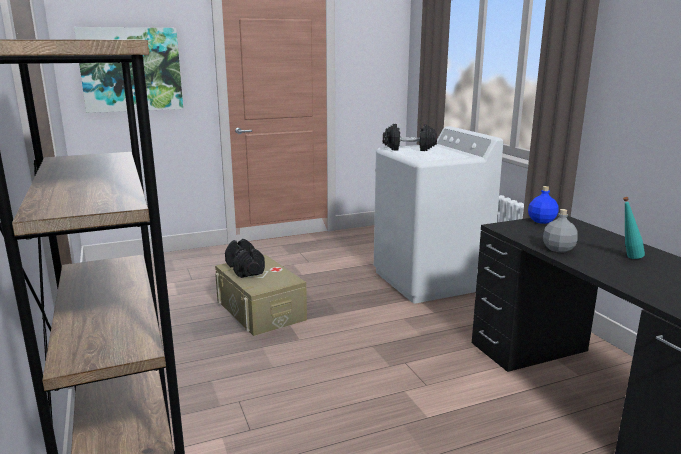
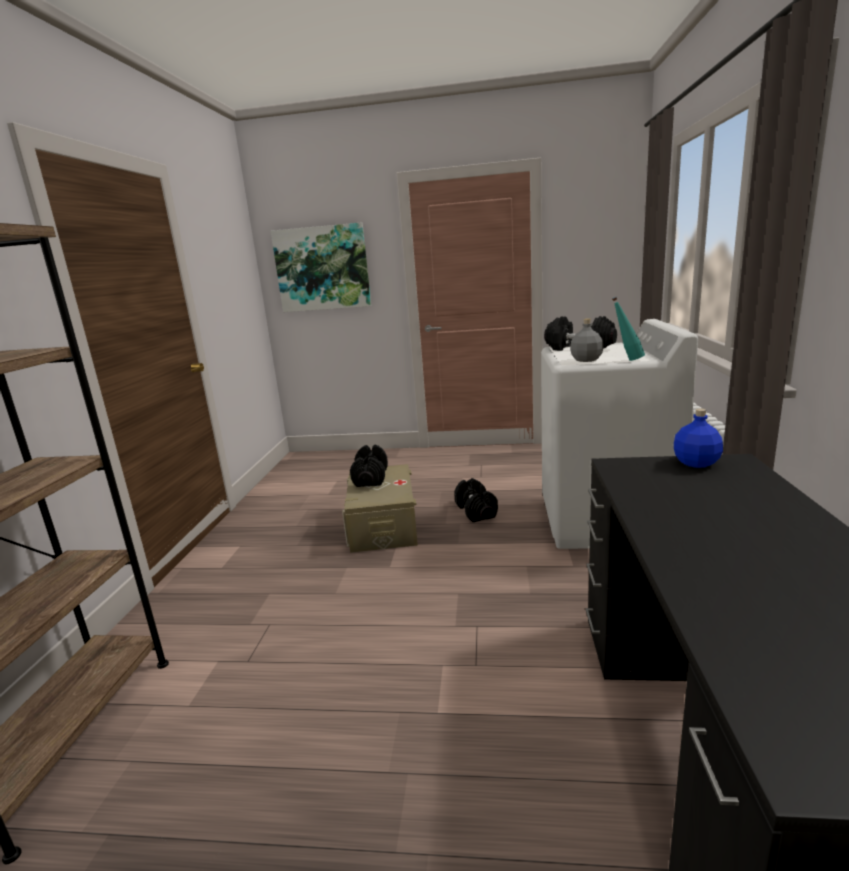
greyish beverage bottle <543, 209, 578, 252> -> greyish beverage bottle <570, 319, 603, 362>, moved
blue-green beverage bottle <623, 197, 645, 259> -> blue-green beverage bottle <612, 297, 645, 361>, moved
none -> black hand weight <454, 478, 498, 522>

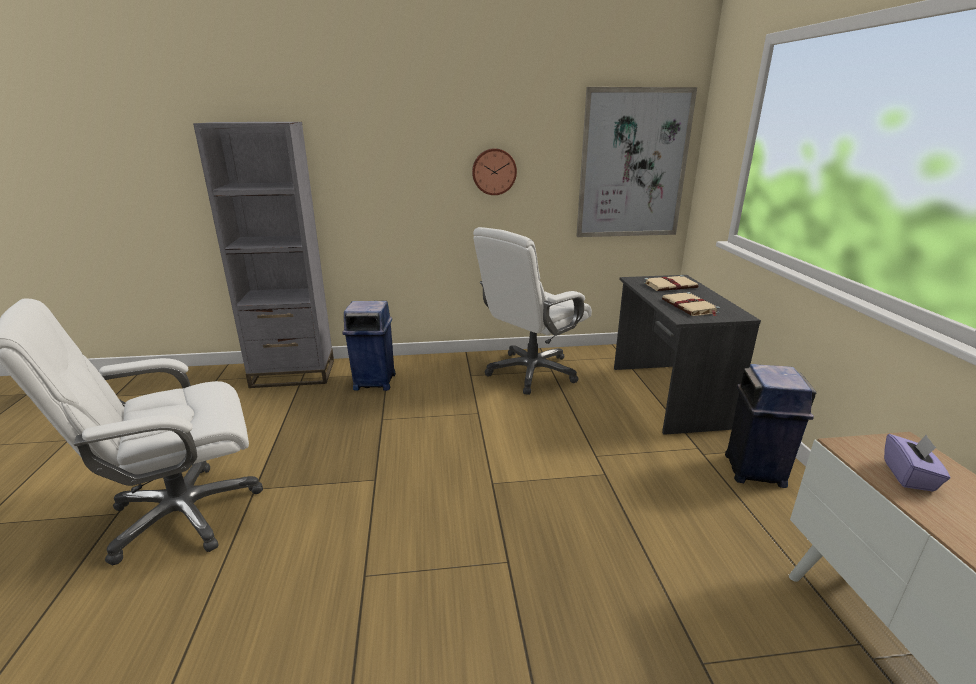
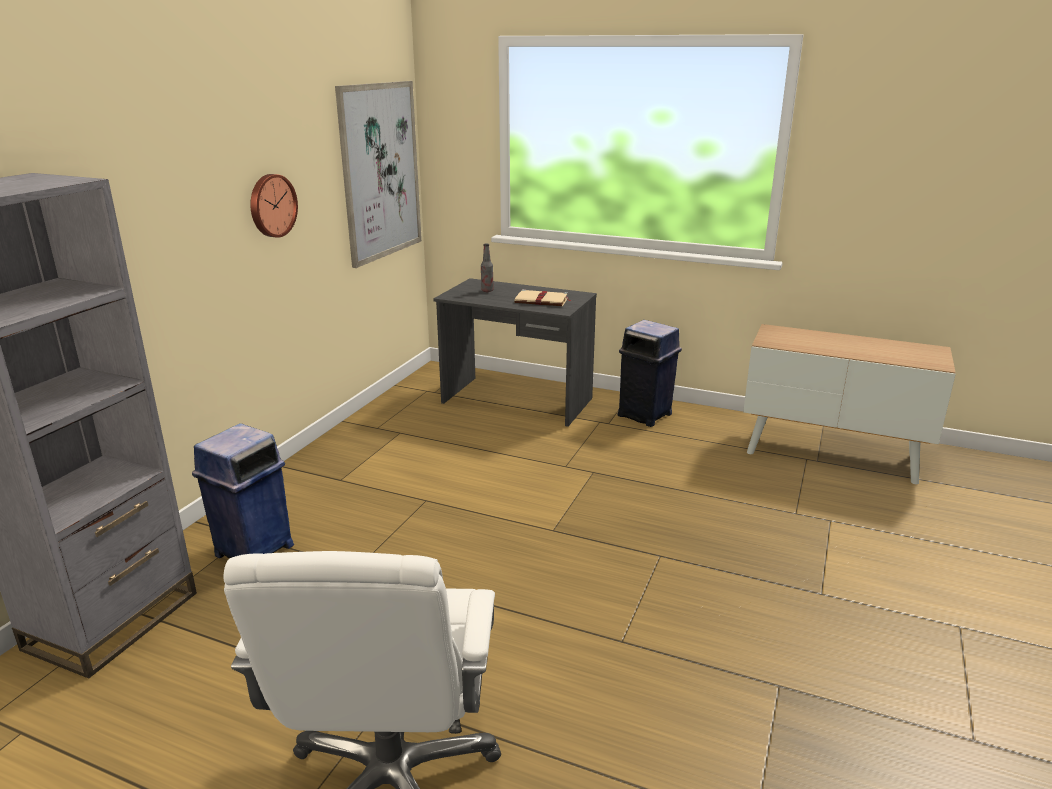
whitish office chair <473, 227, 592, 395> -> none
beige-coloured bound book <643, 275, 698, 291> -> beverage bottle <481, 244, 494, 292>
purple box of tissues <884, 434, 950, 492> -> none

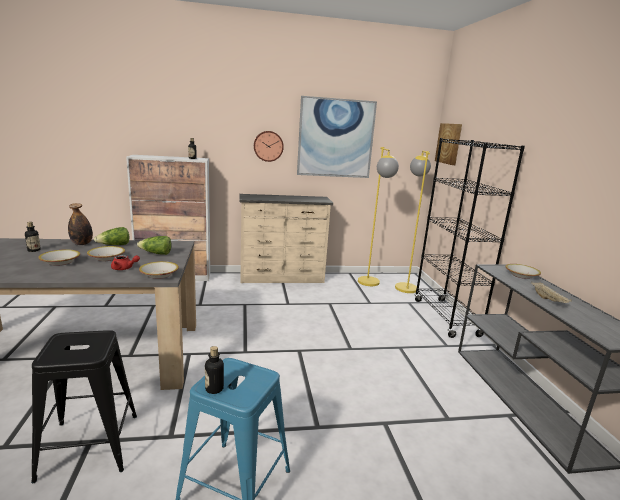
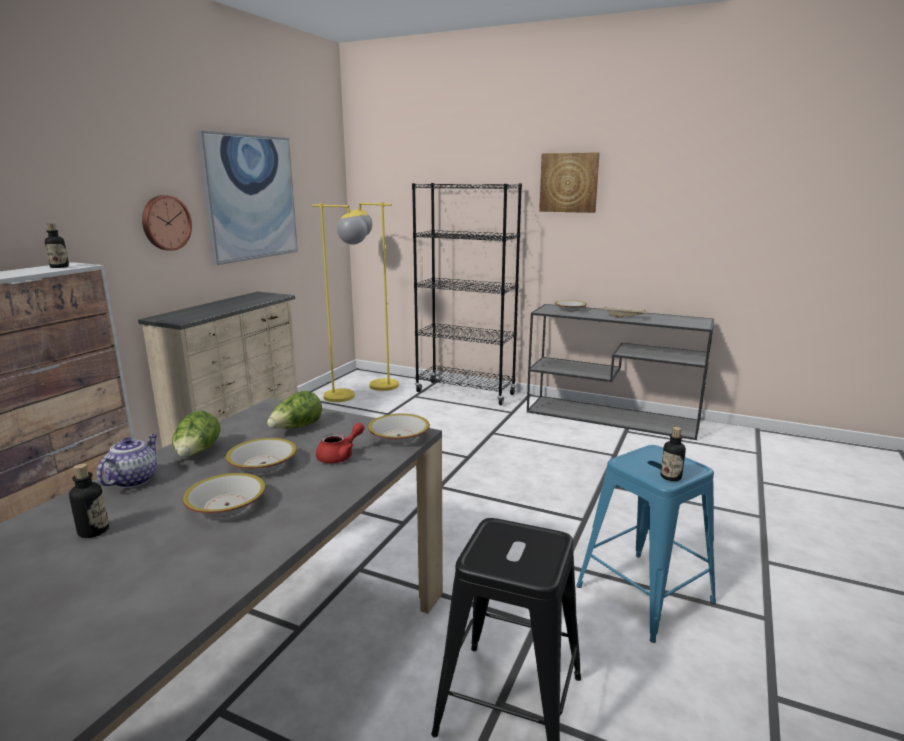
beverage bottle <68, 203, 93, 245> -> tea pot <97, 434, 157, 488>
wall picture <435, 123, 462, 165> -> wall picture <539, 152, 600, 213>, moved

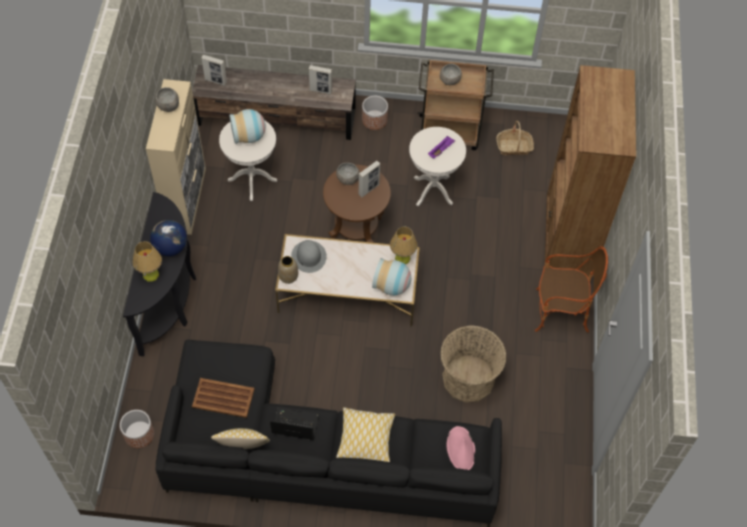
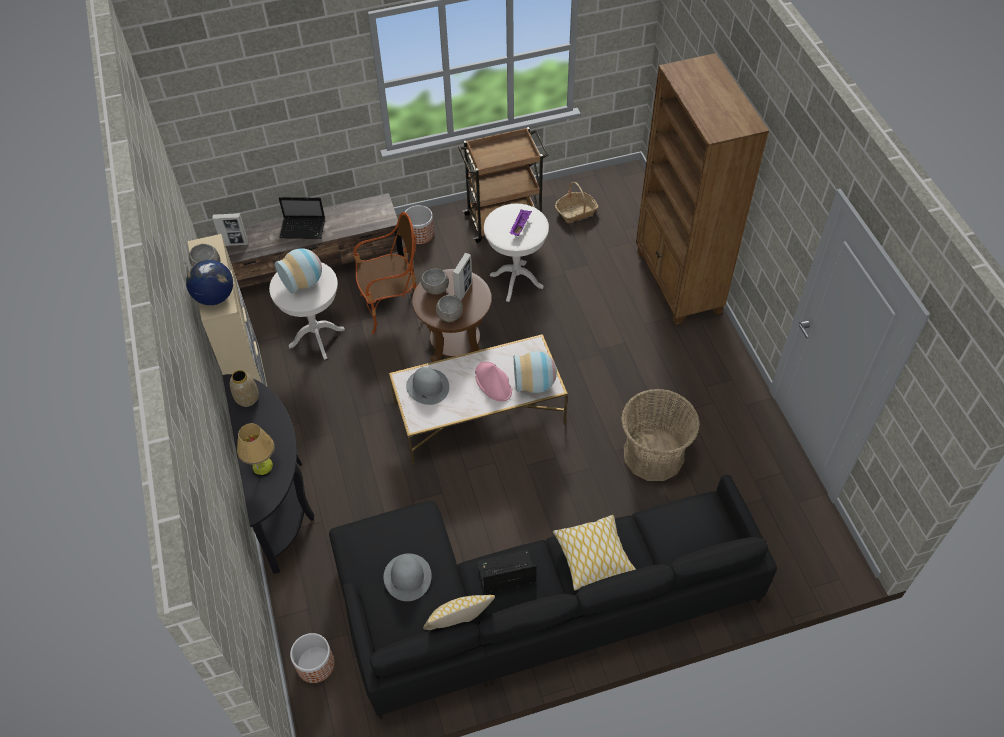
globe <150, 220, 187, 256> -> globe <186, 260, 233, 305>, moved
brown tray <192, 378, 254, 418> -> greyish wearable hat <384, 553, 432, 601>
decorative vase <278, 256, 298, 284> -> decorative vase <230, 370, 259, 407>, moved
picture frame <309, 65, 332, 95> -> none
lamp for a table <390, 227, 417, 264> -> none
greyish bowl <440, 64, 462, 85> -> greyish bowl <436, 295, 463, 322>, moved
pink-coloured wearable hat <447, 426, 475, 470> -> pink-coloured wearable hat <475, 362, 512, 402>, moved
armchair <535, 246, 608, 332> -> armchair <354, 212, 417, 334>, moved
none -> notebook computer <279, 197, 325, 239>

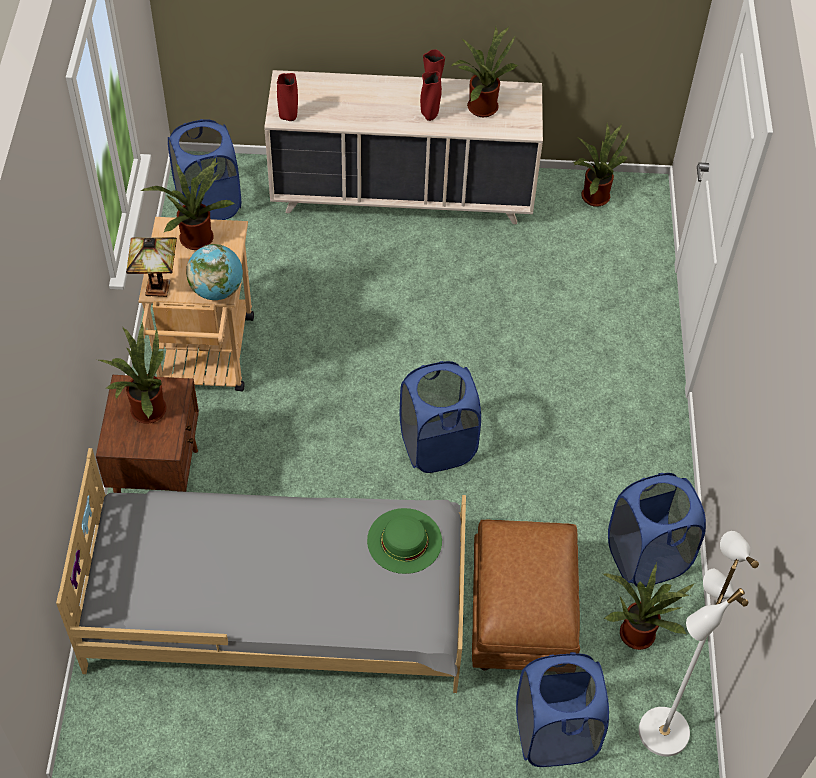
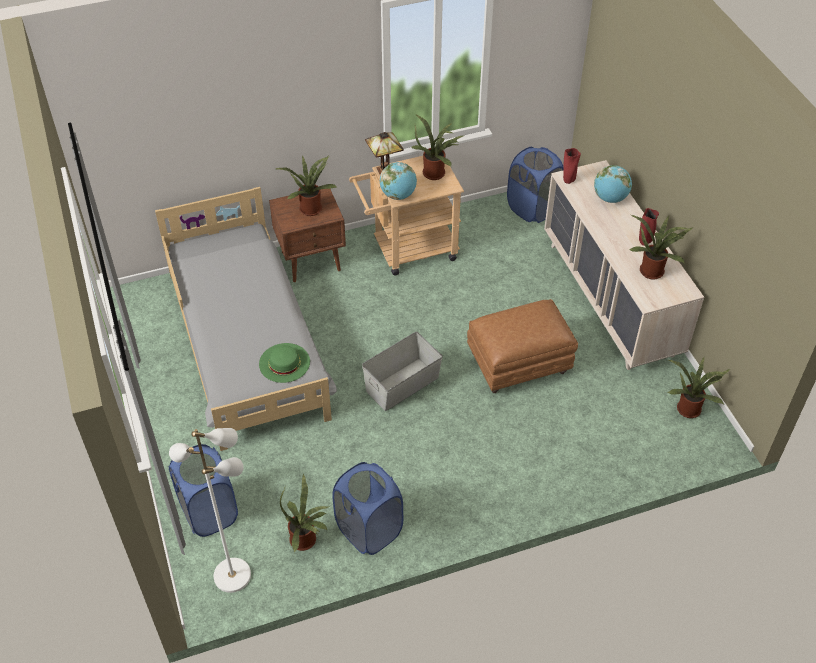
blue-coloured laundry basket <400, 361, 481, 473> -> greyish storage bin <362, 332, 443, 411>
reddish decorative vase <420, 71, 442, 121> -> none
brown footrest <472, 520, 580, 671> -> brown footrest <467, 299, 578, 393>, moved
none -> globe <594, 165, 632, 203>

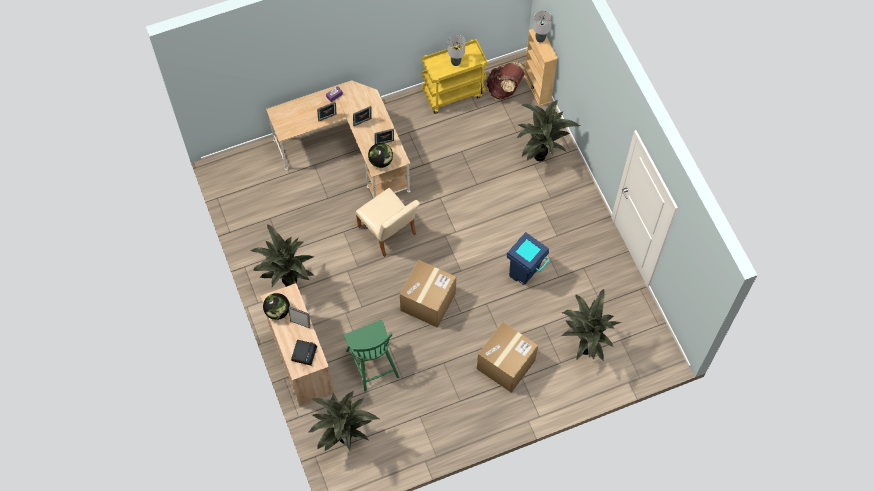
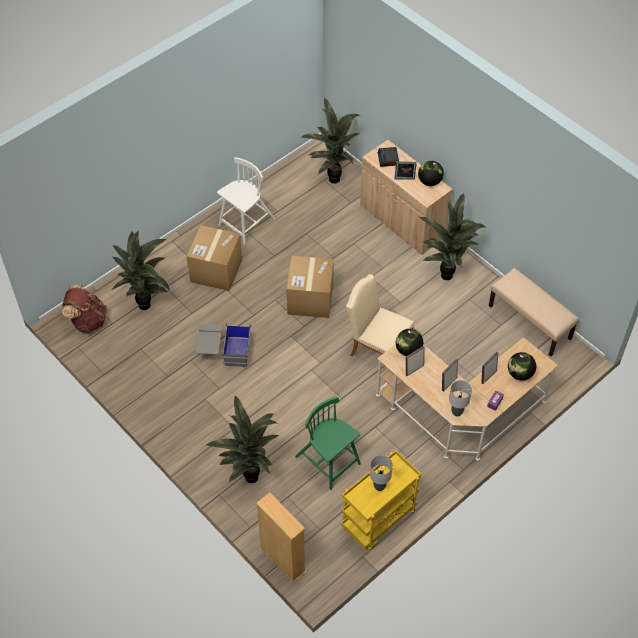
greenish plain chair <344, 320, 399, 392> -> greenish plain chair <295, 397, 361, 490>, moved
brown rucksack <486, 62, 526, 100> -> brown rucksack <62, 285, 107, 333>, moved
blue-coloured trash can <507, 232, 550, 285> -> greyish storage bin <195, 323, 251, 367>
greyish lamp for a table <533, 10, 552, 43> -> greyish lamp for a table <449, 380, 472, 416>, moved
none -> whitish plain chair <217, 157, 275, 245>
none -> beige-coloured long seat <489, 268, 579, 356>
none -> globe <508, 352, 536, 381>

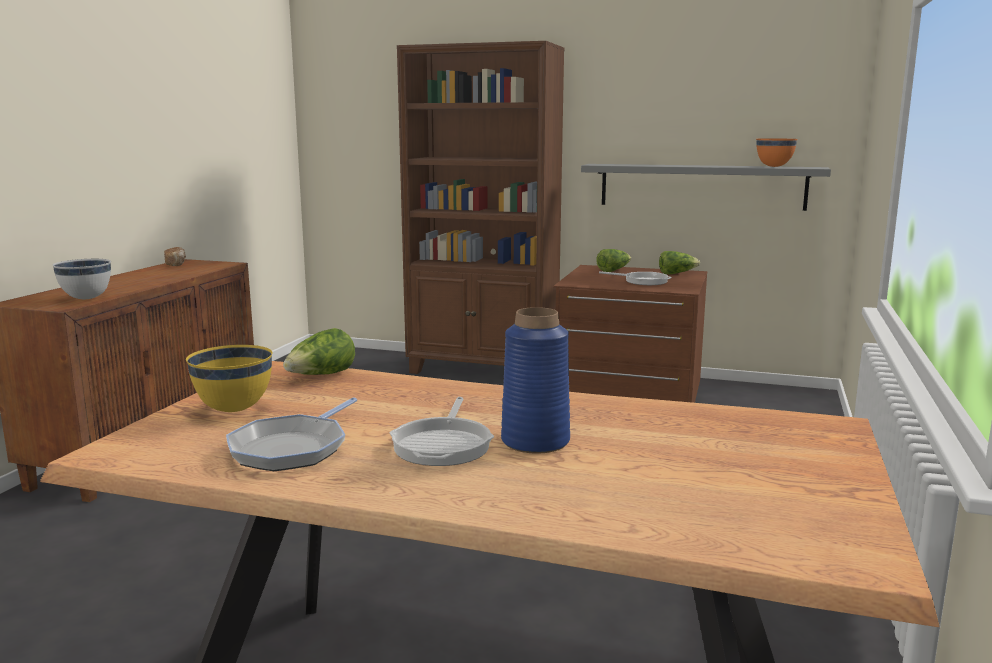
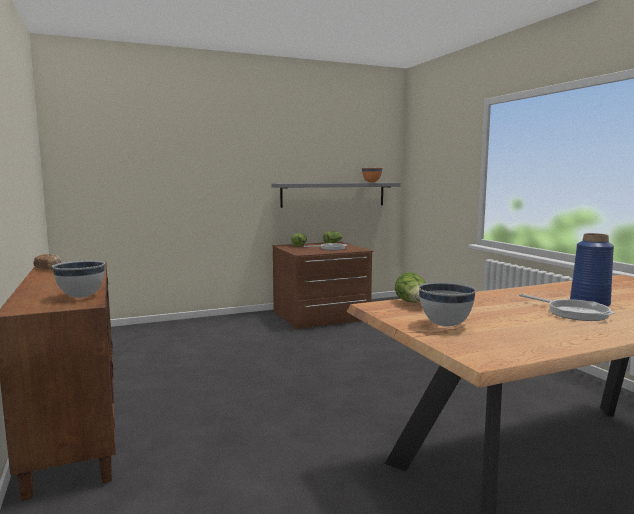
yellowish bowl <186, 345, 273, 412> -> whitish bowl <419, 282, 476, 327>
frying pan <226, 397, 357, 471> -> none
brown bookshelf <397, 41, 564, 374> -> none

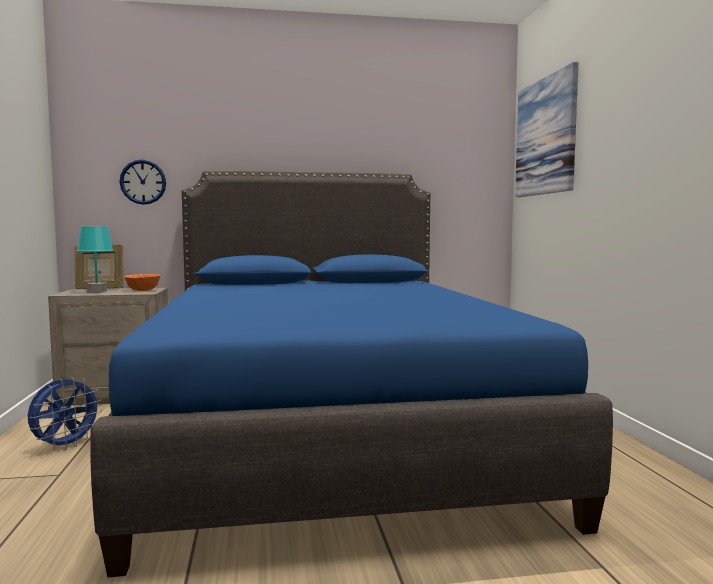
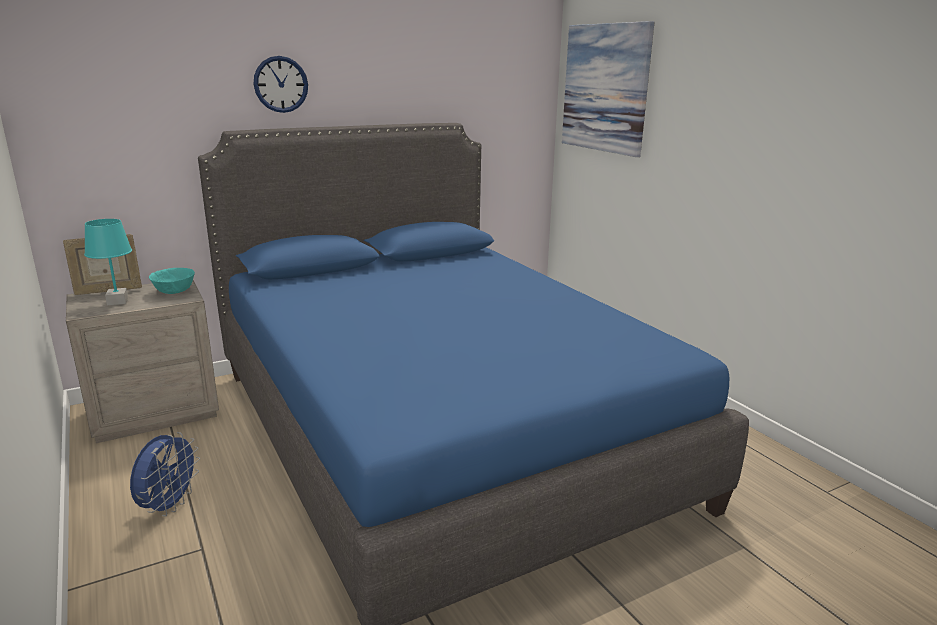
hanging clock <120, 160, 166, 205> -> hanging clock <254, 56, 308, 113>, moved
orangey bowl <124, 274, 161, 291> -> blue-green bowl <149, 268, 195, 294>

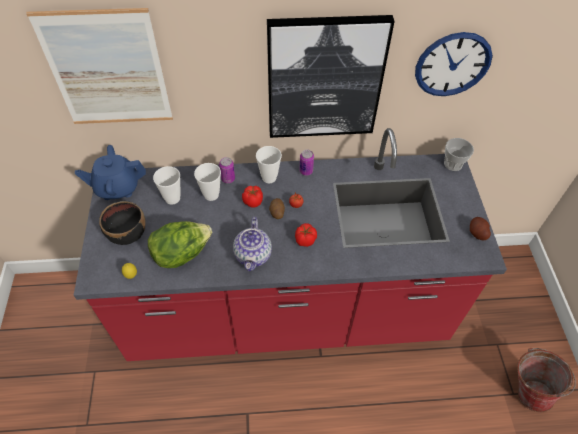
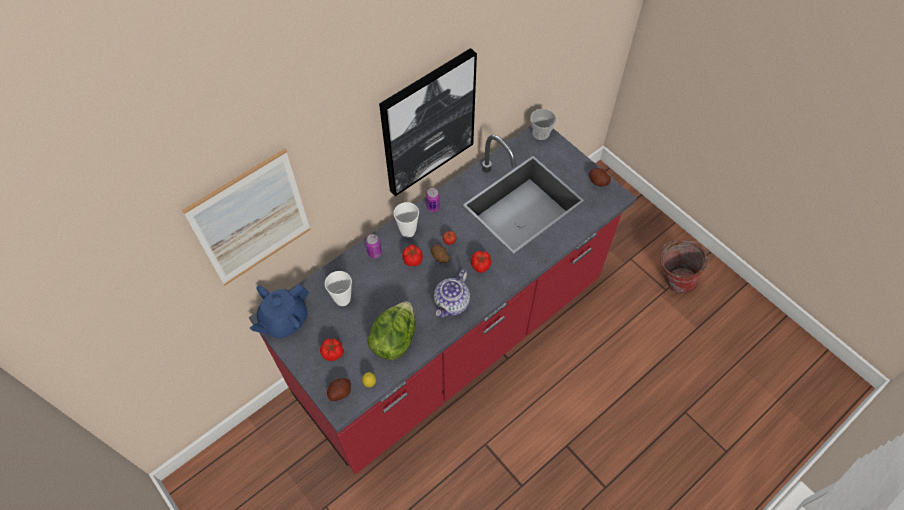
black bowl <99, 201, 145, 245> -> whole tomato <320, 338, 344, 361>
small cup <194, 163, 221, 201> -> none
tea pot <233, 217, 272, 271> -> tea pot <434, 269, 470, 318>, 60 degrees clockwise
hanging clock <415, 32, 493, 96> -> none
none -> whole potato <327, 378, 351, 401>

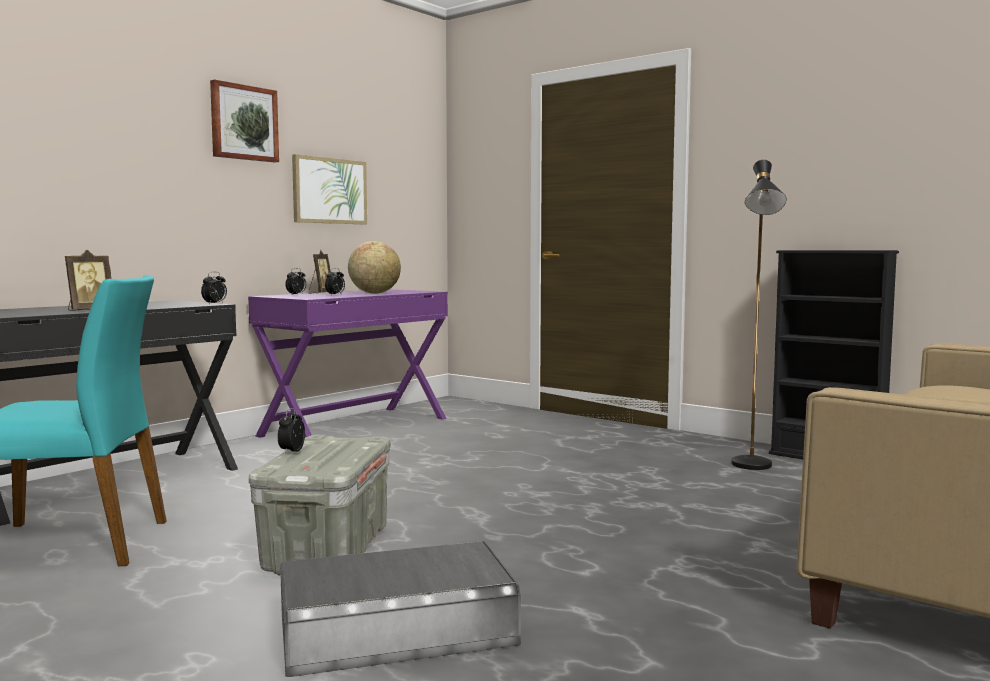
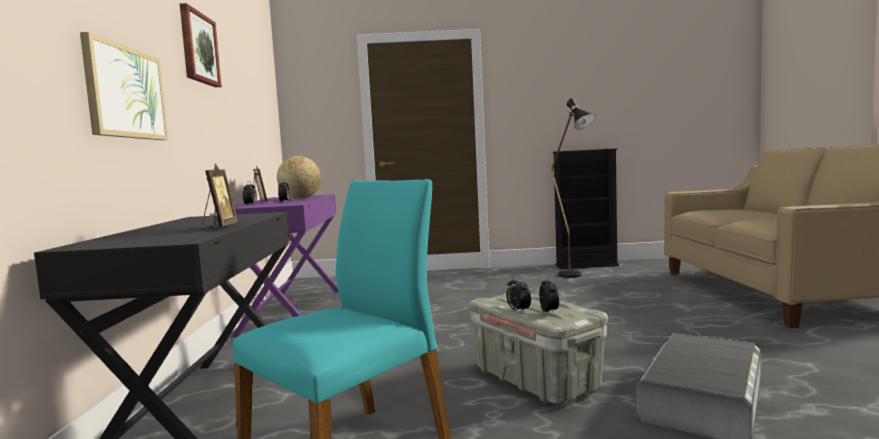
bedside clock <201, 272, 227, 304> -> bedside clock <539, 276, 559, 314>, moved
wall picture <292, 154, 367, 224> -> wall picture <80, 32, 168, 140>, moved

